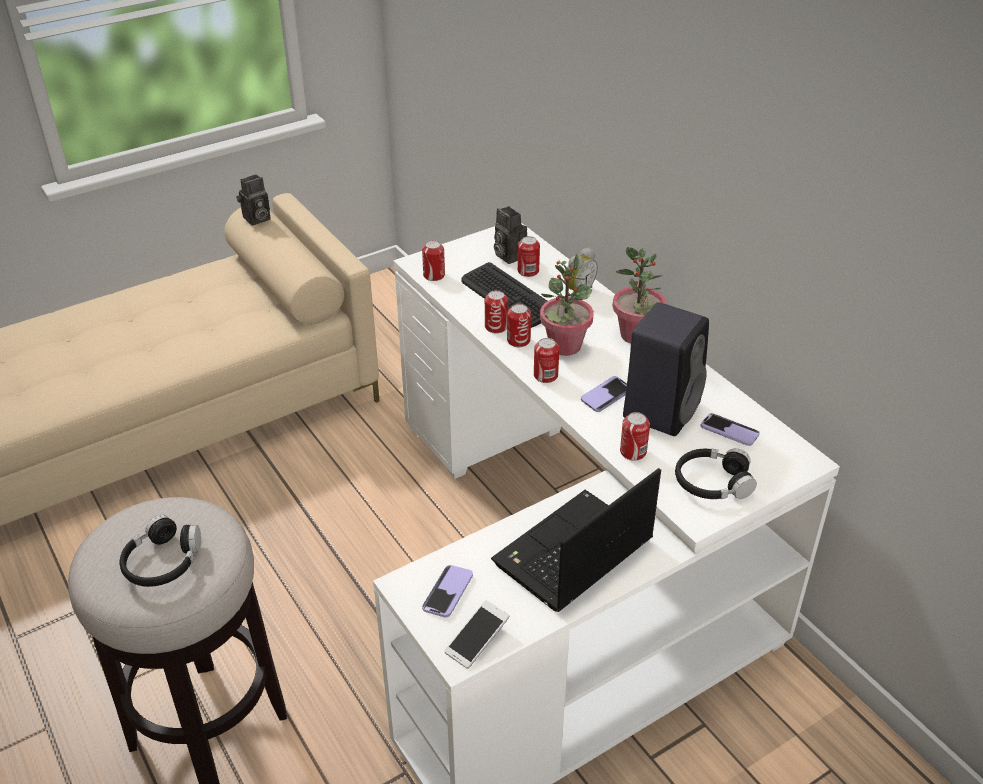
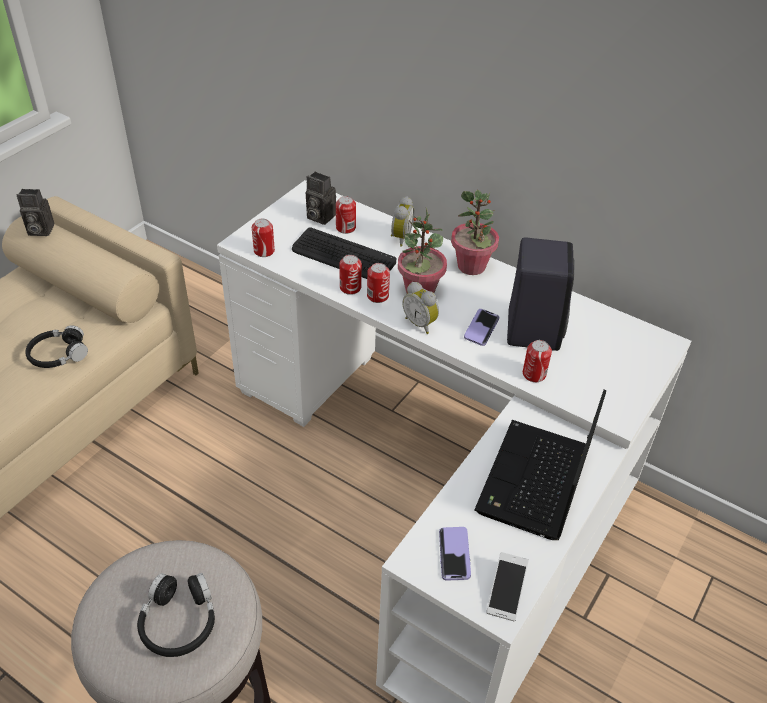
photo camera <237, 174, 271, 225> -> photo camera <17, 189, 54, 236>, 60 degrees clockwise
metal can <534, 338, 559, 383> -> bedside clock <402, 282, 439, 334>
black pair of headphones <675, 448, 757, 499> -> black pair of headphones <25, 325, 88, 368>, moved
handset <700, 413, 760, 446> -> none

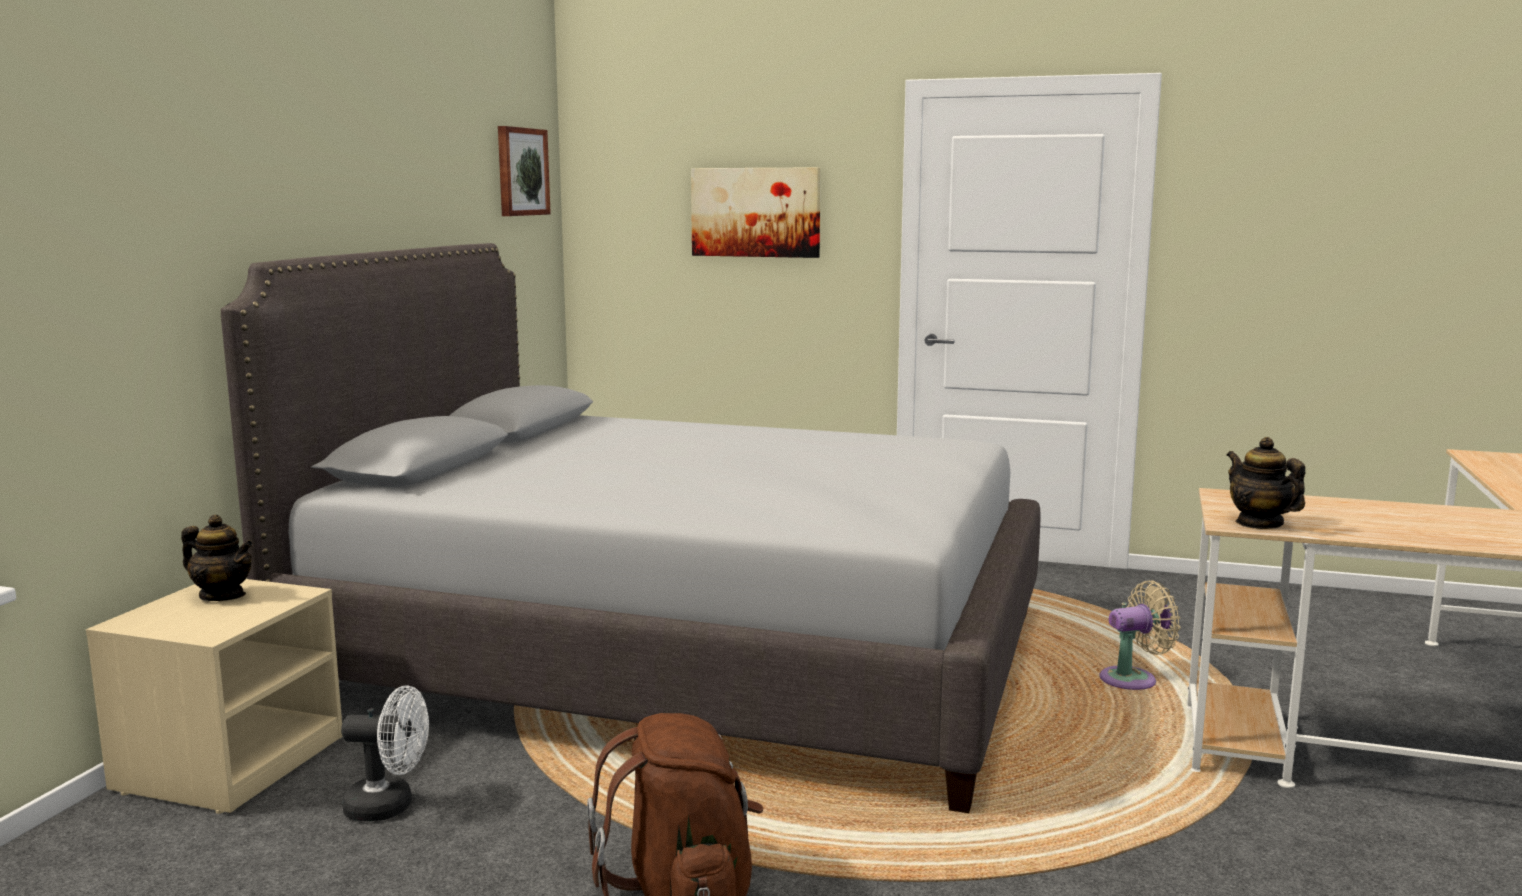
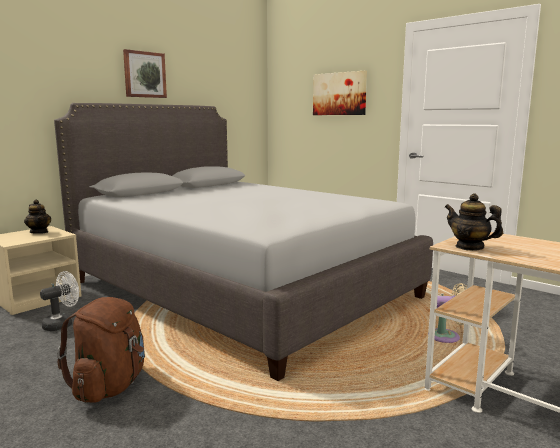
whitish fan <341, 685, 429, 821> -> whitish fan <40, 271, 79, 331>, 75 degrees counterclockwise
wall picture <498, 126, 551, 216> -> wall picture <123, 49, 167, 98>, moved
tea pot <1226, 437, 1305, 529> -> tea pot <445, 194, 503, 251>, 45 degrees counterclockwise

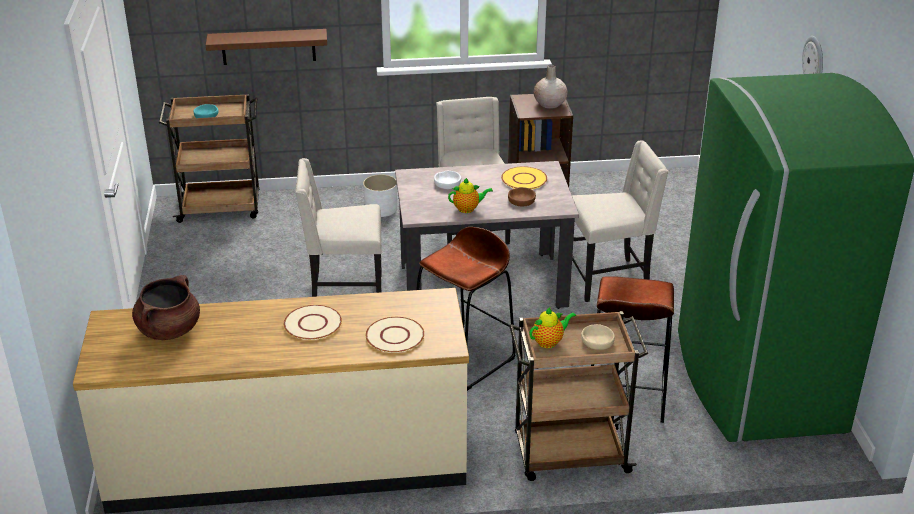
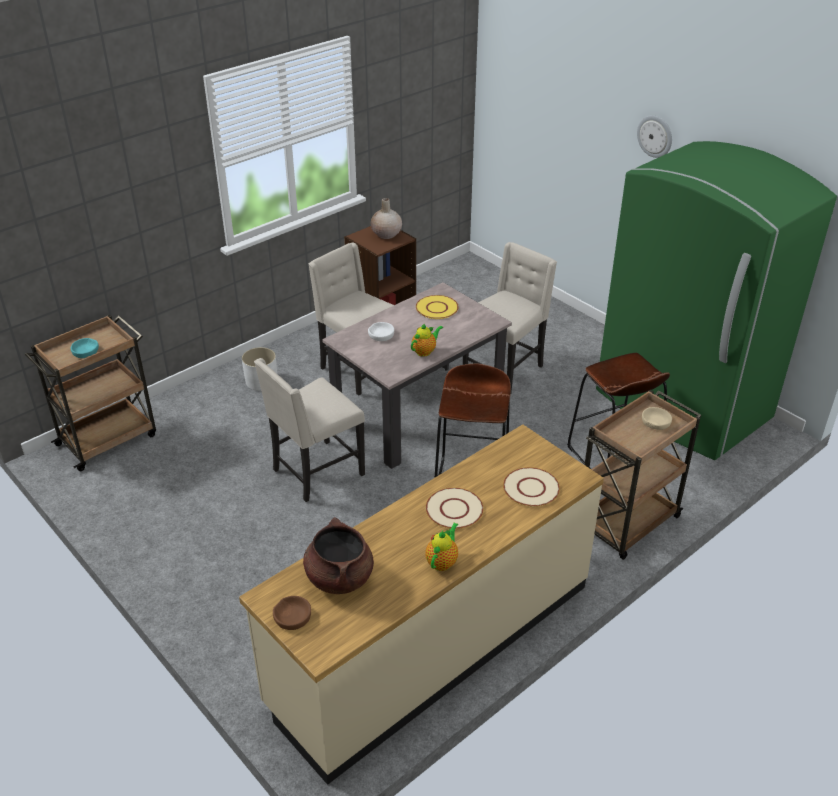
brown shelf <206, 29, 327, 65> -> none
brown bowl <508, 187, 536, 206> -> brown bowl <273, 596, 311, 630>, moved
tea pot <529, 308, 576, 348> -> tea pot <426, 523, 458, 571>, moved

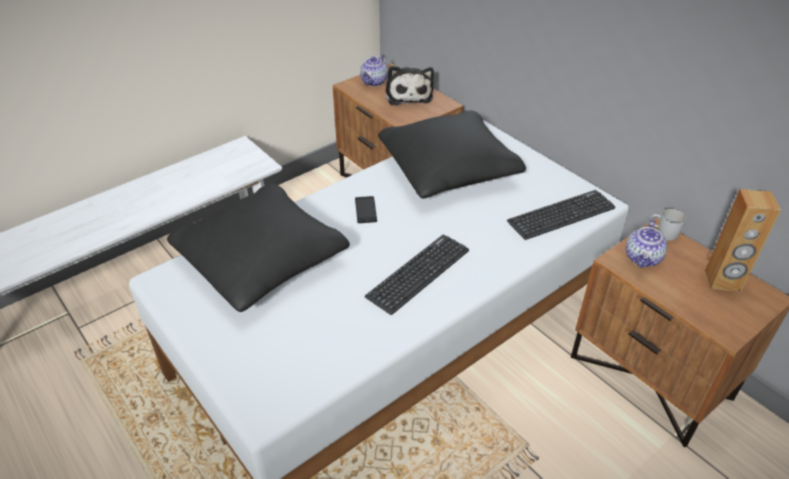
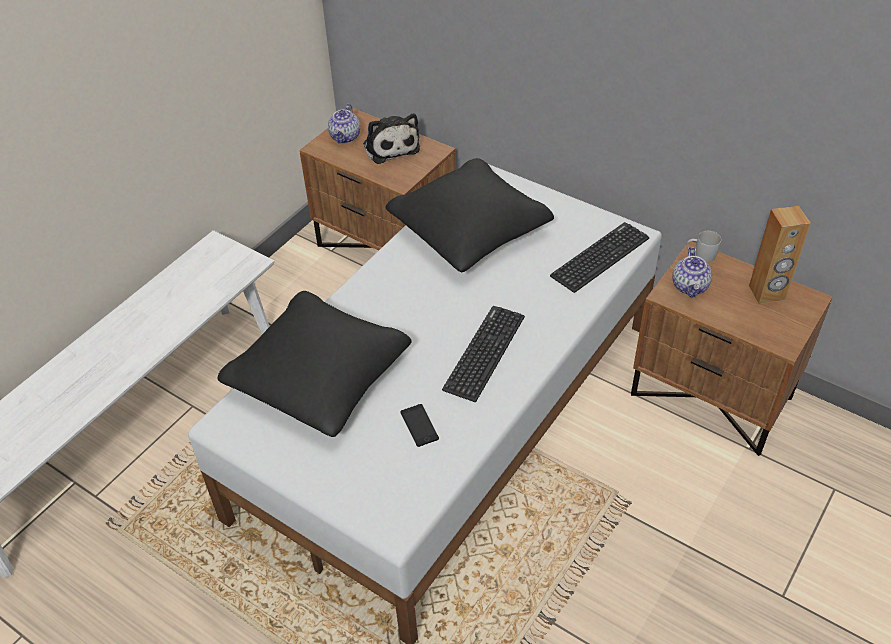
handset <355, 196, 377, 223> -> handset <400, 404, 439, 447>, moved

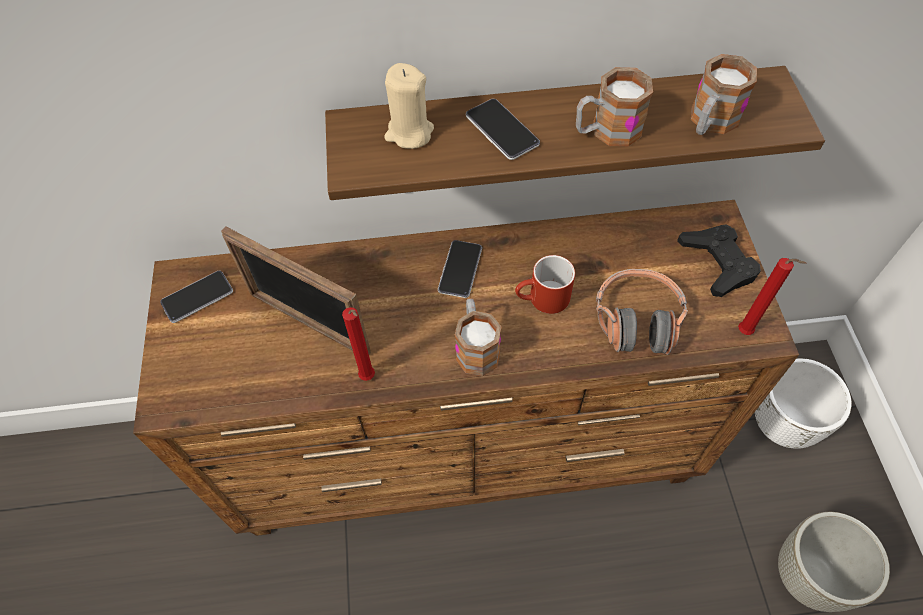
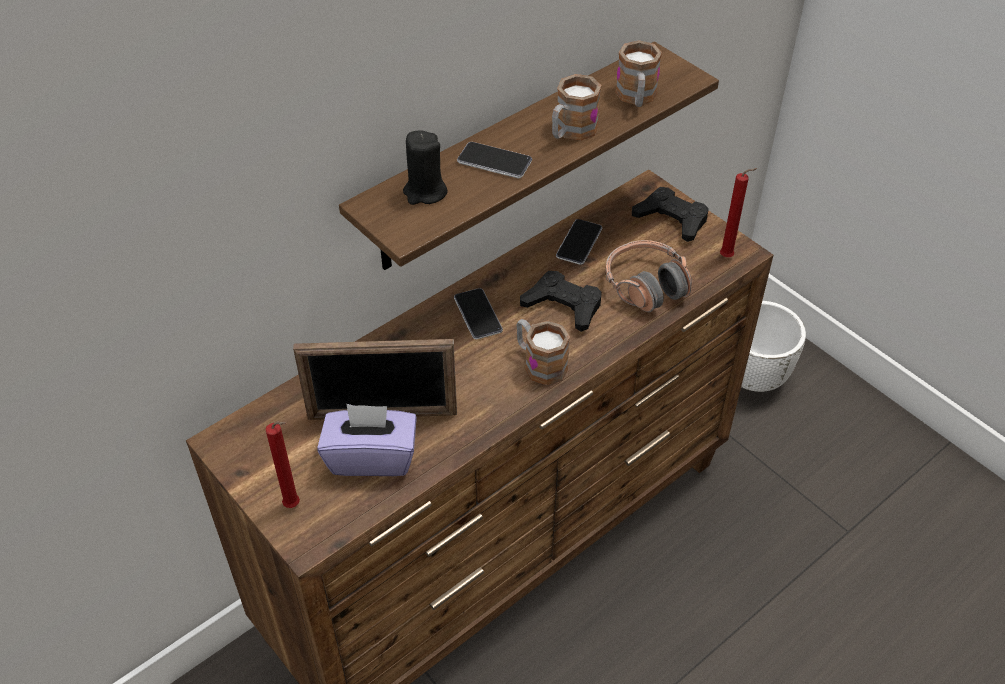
handset <160, 271, 233, 323> -> handset <556, 219, 602, 265>, moved
reddish wax light <342, 307, 375, 381> -> reddish wax light <265, 421, 300, 508>, moved
beige-coloured wax light <384, 63, 434, 149> -> black wax light <403, 130, 448, 205>
reddish tea mug <515, 255, 575, 314> -> black joypad <520, 271, 602, 332>
greyish planter <778, 512, 890, 612> -> none
none -> purple box of tissues <317, 404, 417, 476>

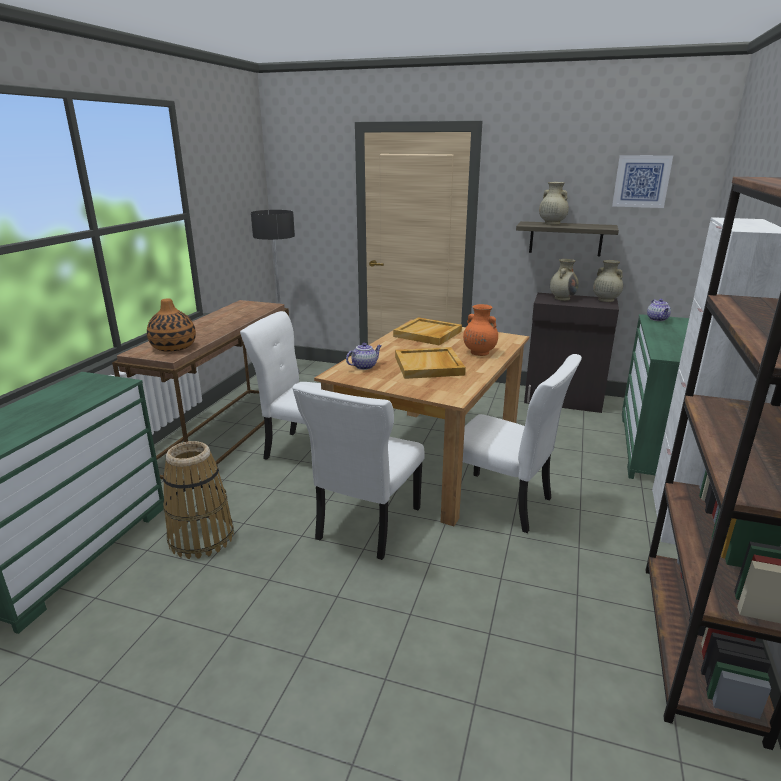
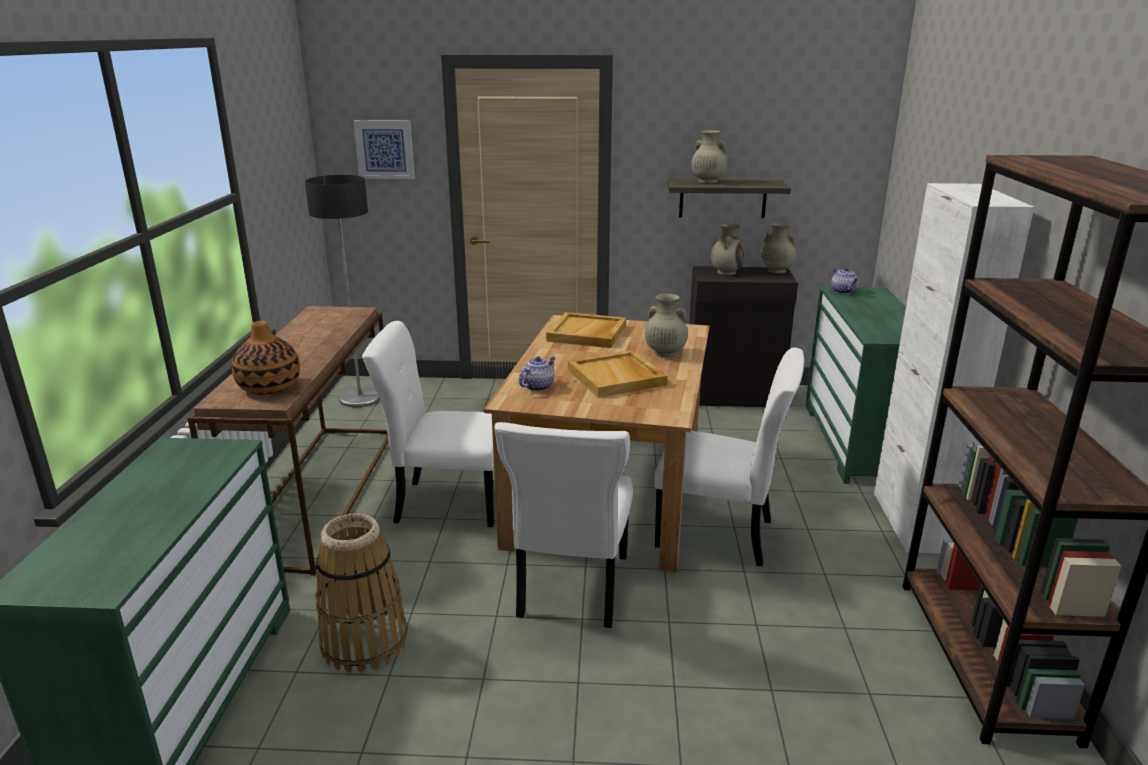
orangey decorative vase <463, 304, 498, 356> -> beige-coloured decorative vase <645, 293, 688, 357>
wall picture <612, 155, 673, 208> -> wall picture <353, 120, 415, 179>, moved

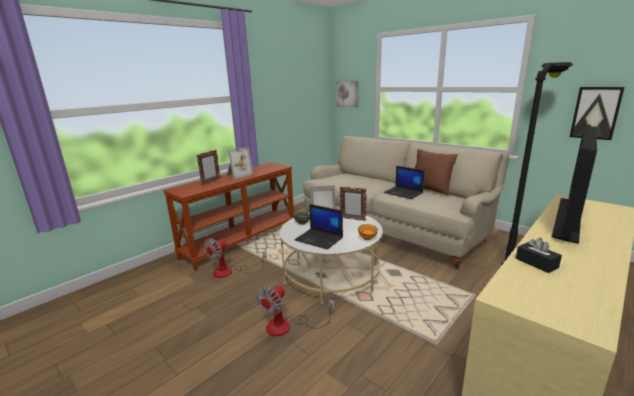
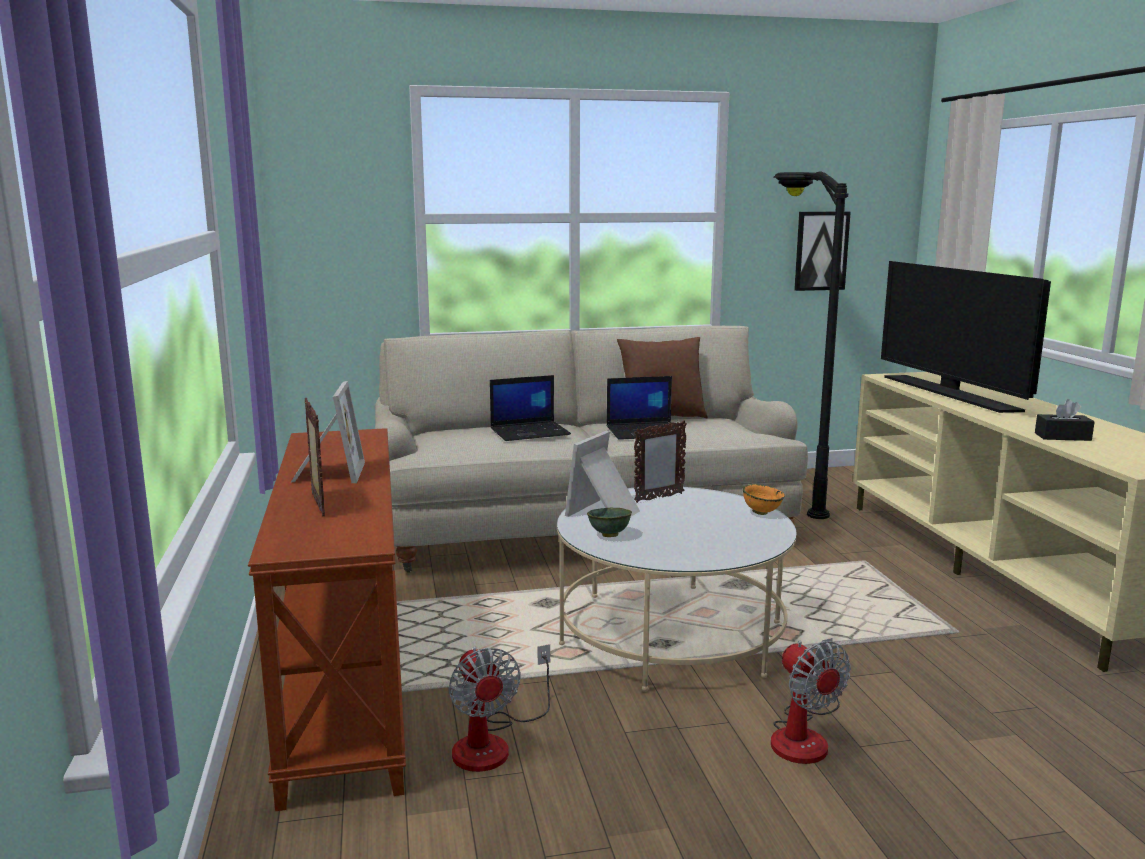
notebook computer <294, 204, 343, 249> -> notebook computer <490, 375, 571, 441>, moved
wall picture <337, 81, 358, 107> -> none

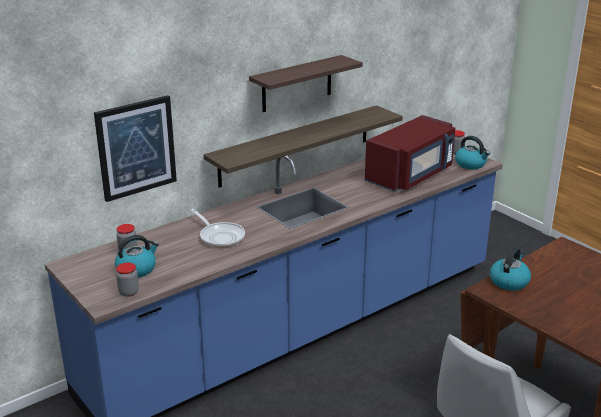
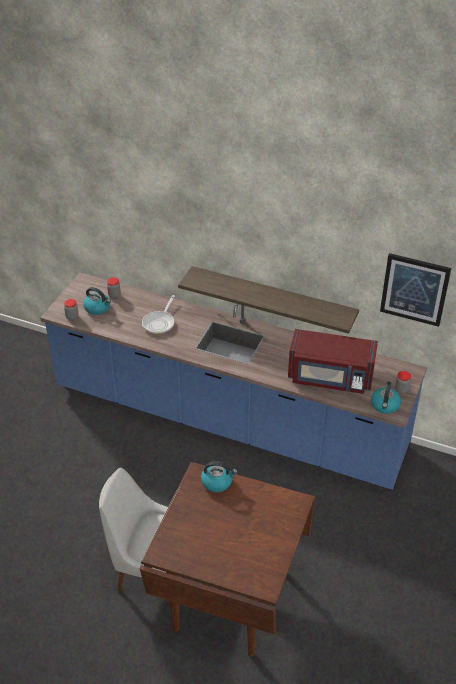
wall picture <94, 95, 177, 202> -> wall picture <380, 253, 451, 327>, moved
shelf <249, 55, 363, 112> -> none

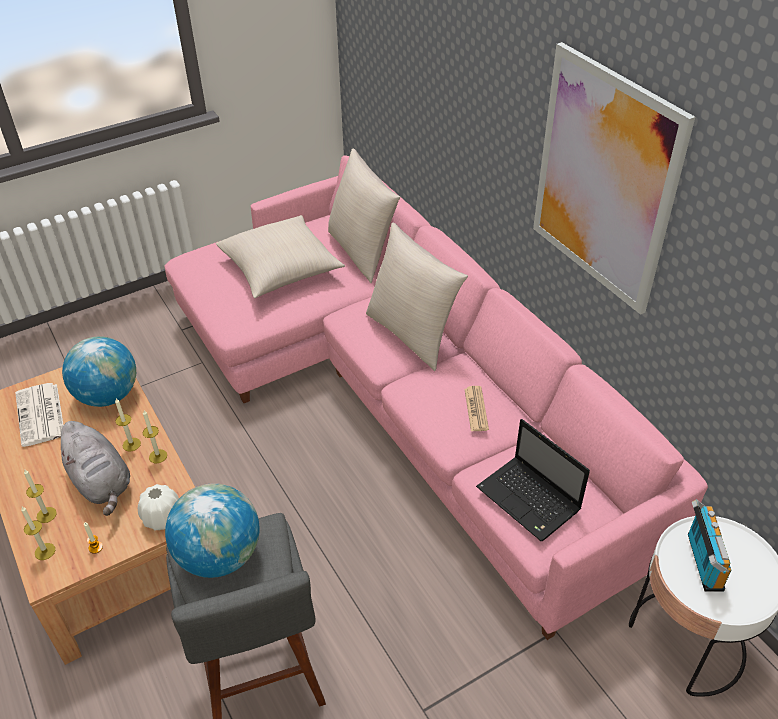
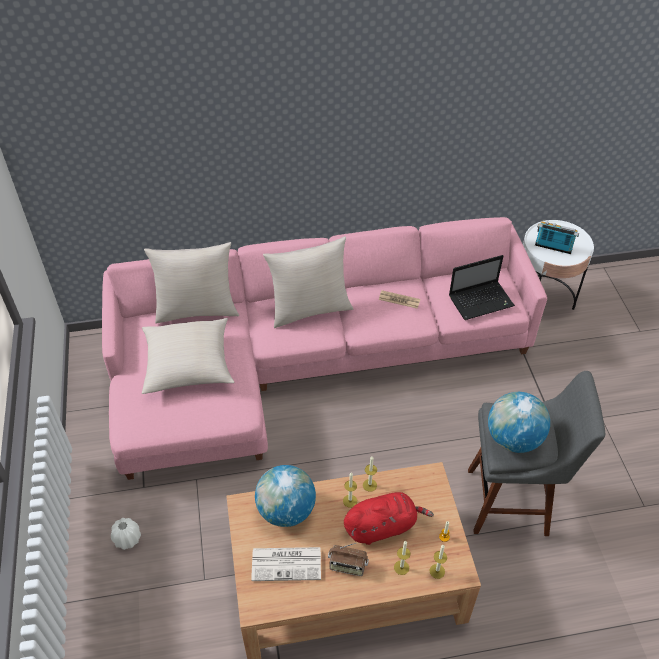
greyish cuddly toy <53, 421, 130, 516> -> reddish cuddly toy <344, 492, 434, 545>
whitish decorative vase <138, 484, 179, 530> -> whitish decorative vase <111, 518, 141, 550>, moved
wall picture <533, 42, 695, 315> -> none
none -> radio <328, 543, 369, 576>

